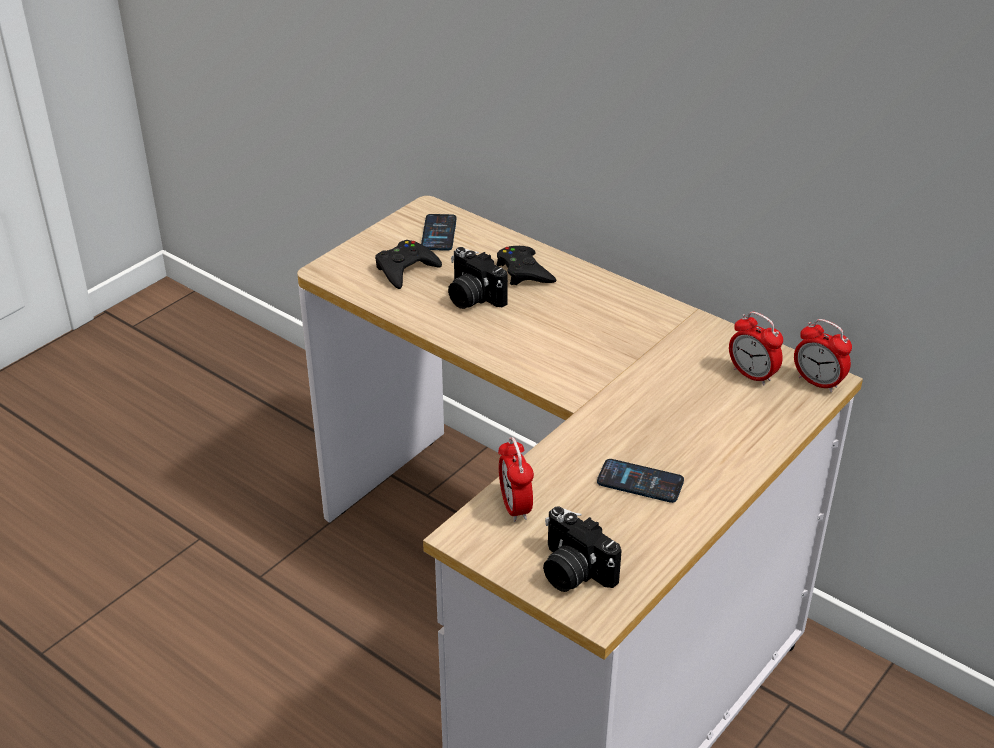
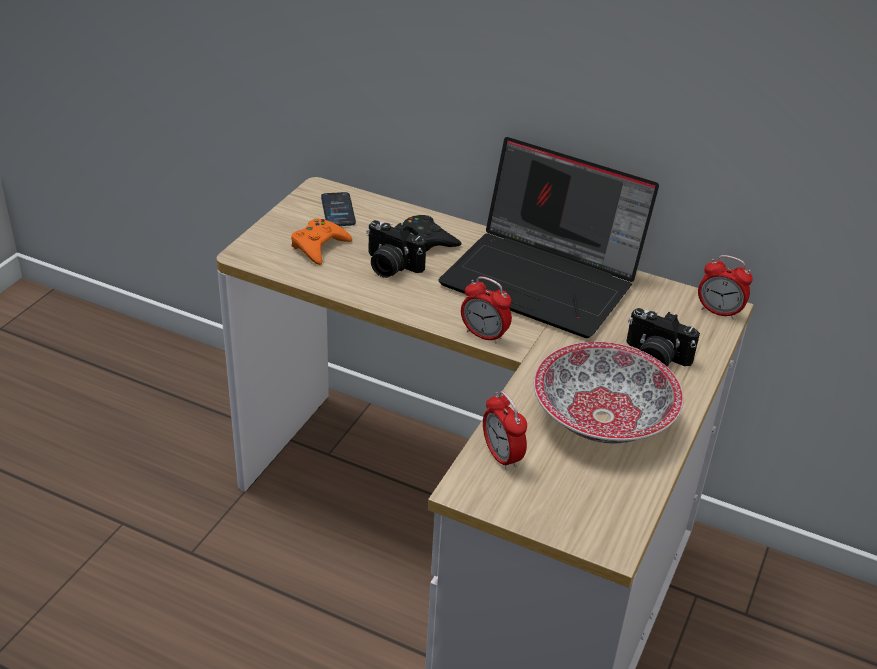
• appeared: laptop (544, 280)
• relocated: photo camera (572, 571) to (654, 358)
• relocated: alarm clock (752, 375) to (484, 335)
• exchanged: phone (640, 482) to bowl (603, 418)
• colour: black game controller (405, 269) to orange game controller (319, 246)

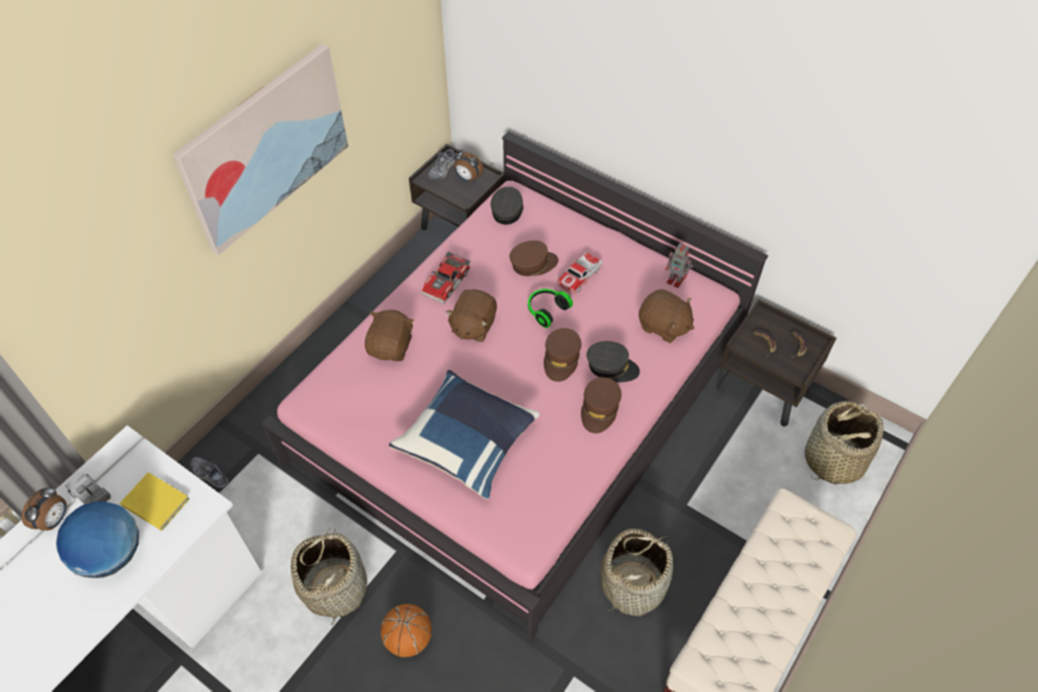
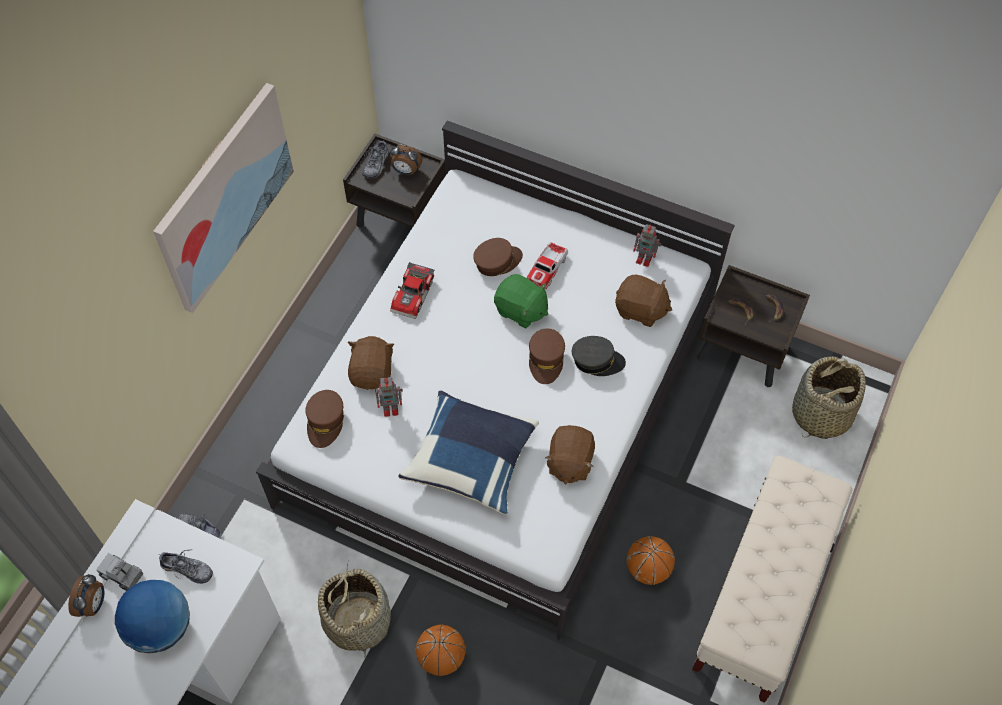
• missing: grey cap (507, 210)
• appeared: toy robot (391, 408)
• relocated: brown plush toy (473, 326) to (569, 462)
• relocated: brown cap (599, 409) to (325, 422)
• exchanged: yellow book (155, 501) to shoe (187, 569)
• exchanged: headphones (546, 310) to green plush toy (521, 310)
• exchanged: basket (633, 584) to basketball (648, 569)
• colour: pink bed (520, 403) to white bed (502, 403)

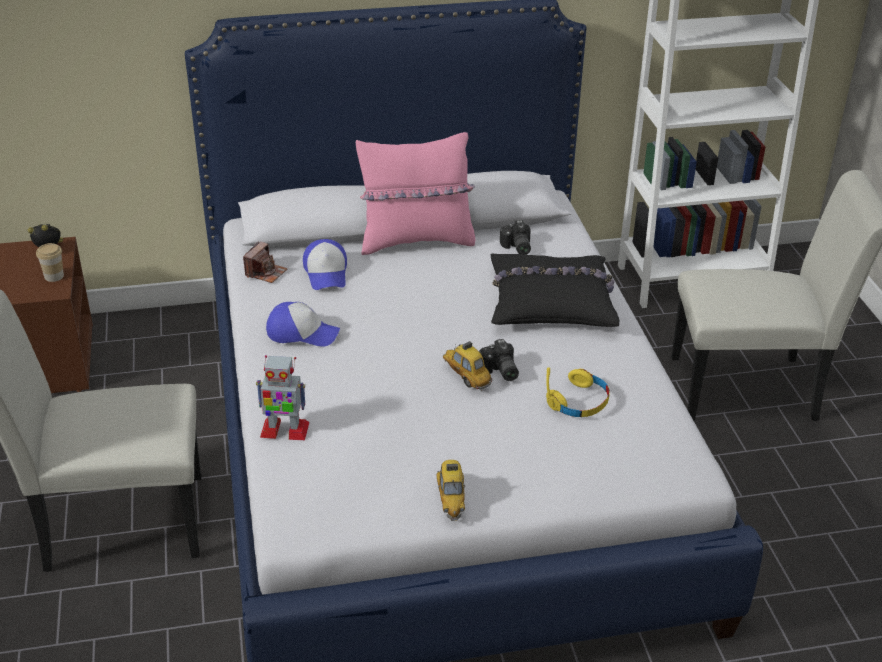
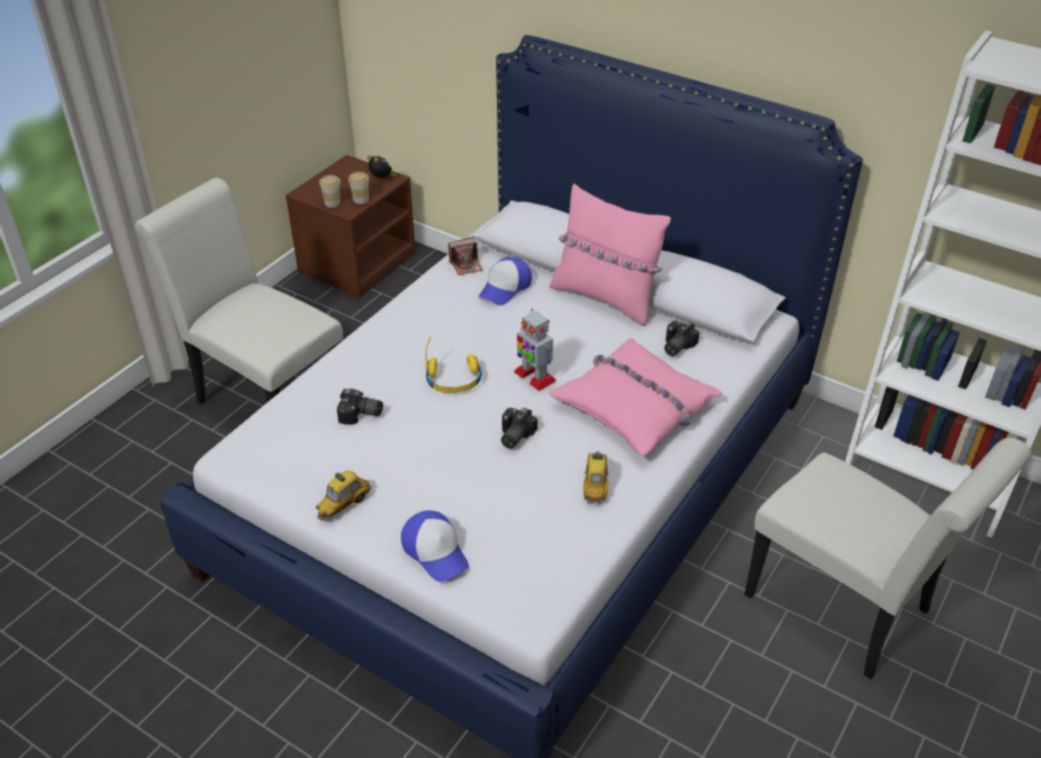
• appeared: cup (332, 203)
• appeared: photo camera (360, 415)
• relocated: toy robot (284, 430) to (534, 376)
• relocated: cap (302, 333) to (435, 551)
• relocated: toy car (466, 376) to (595, 483)
• relocated: yellow headphones (579, 402) to (454, 380)
• colour: black pillow (551, 302) to pink pillow (635, 406)

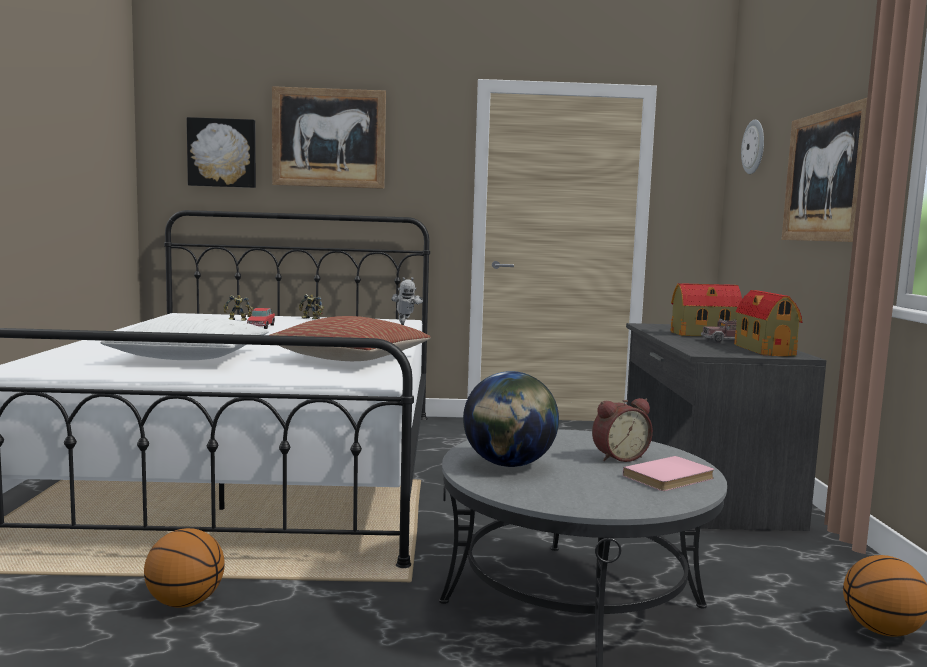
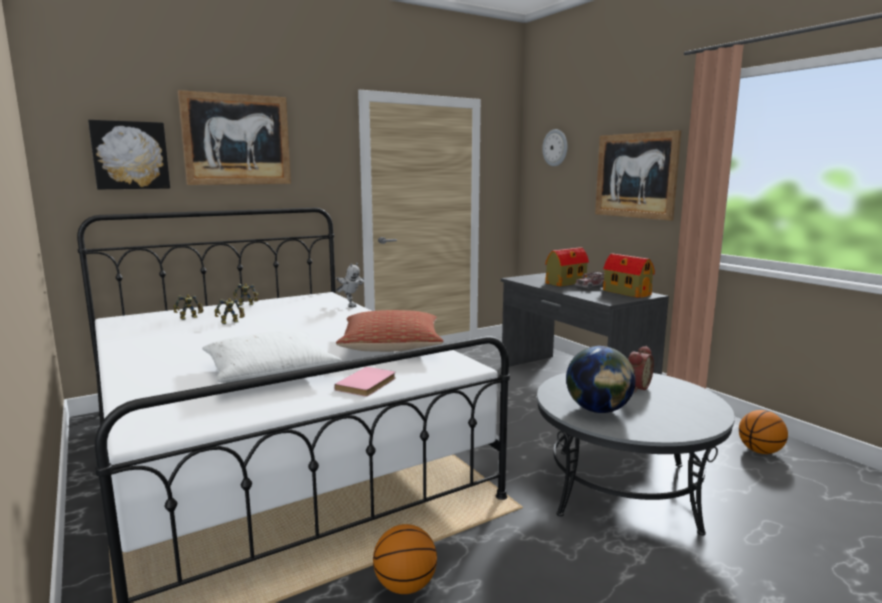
• relocated: pink book (671, 478) to (368, 384)
• exchanged: toy car (261, 327) to toy robot (230, 322)

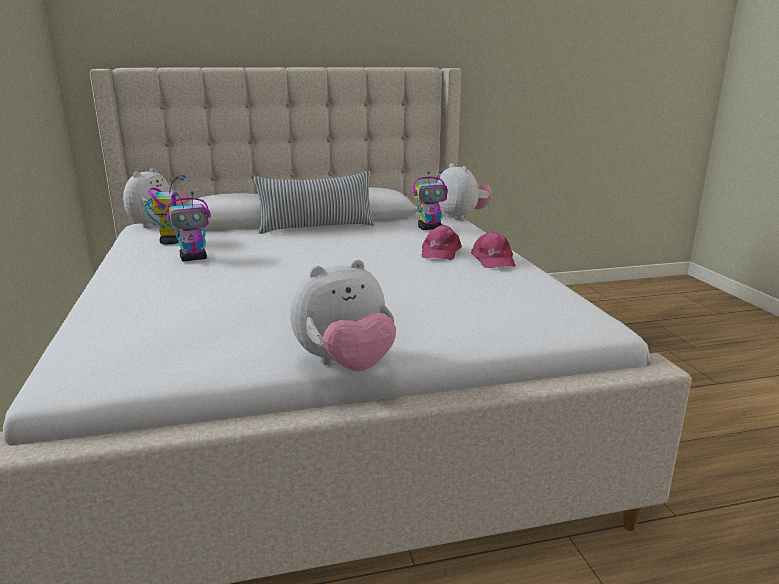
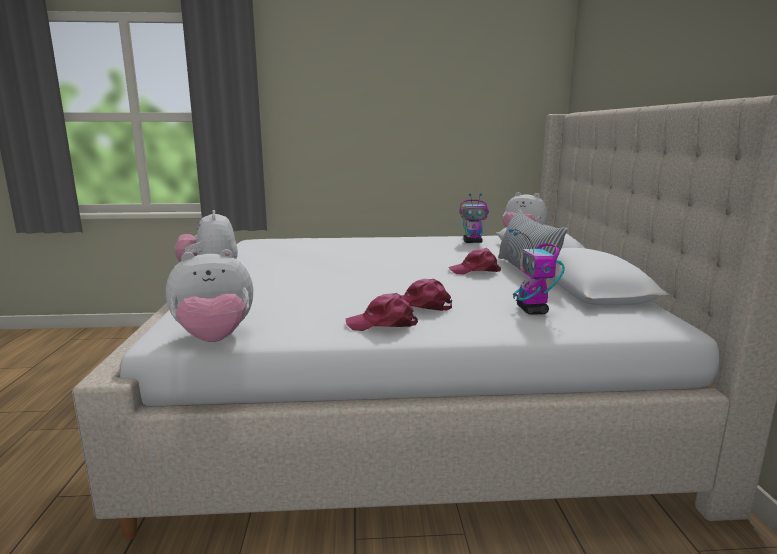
• missing: toy robot (194, 258)
• appeared: pink cap (475, 270)
• relocated: plush toy (462, 217) to (214, 339)

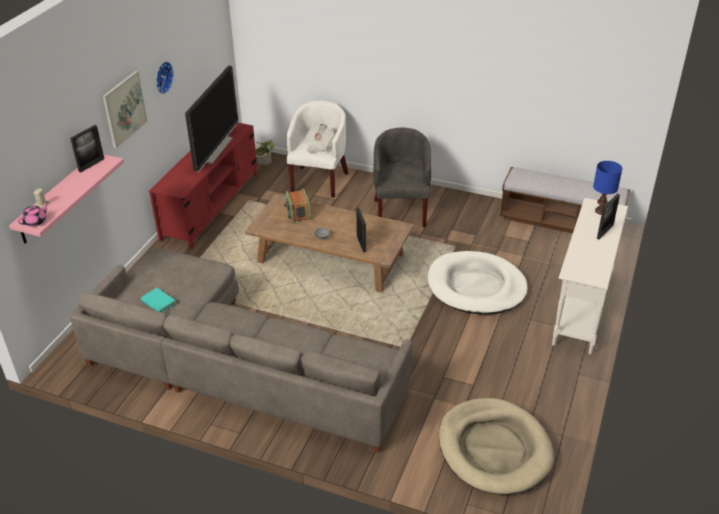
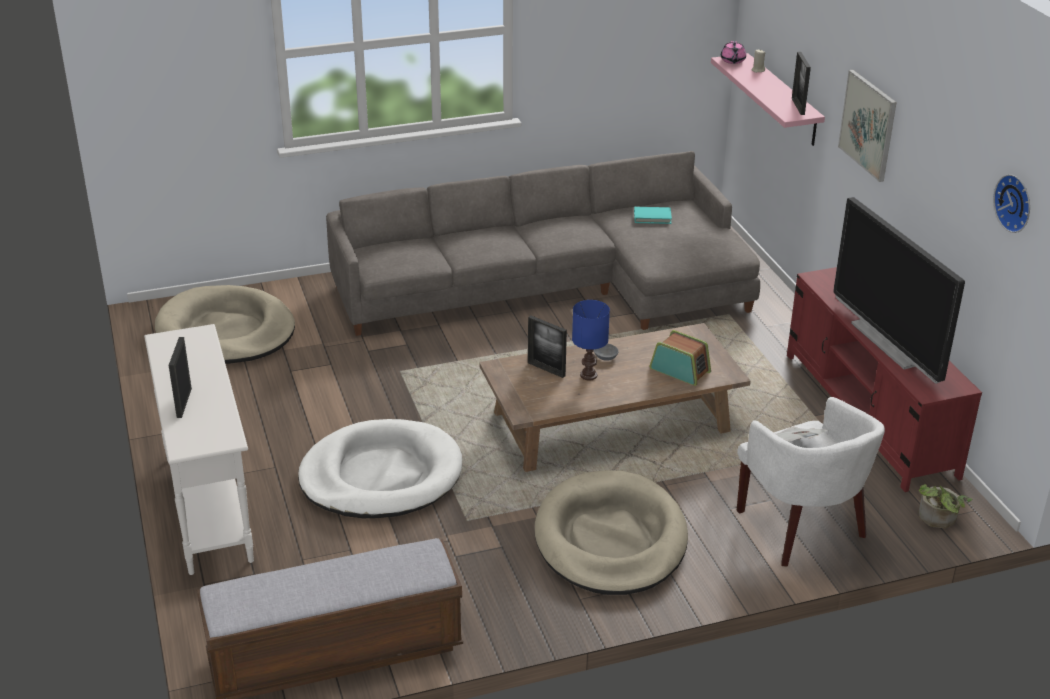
• relocated: wall clock (162, 77) to (1016, 203)
• relocated: blue table lamp (600, 211) to (588, 376)
• exchanged: grey armchair (401, 211) to beige dog bed (610, 539)

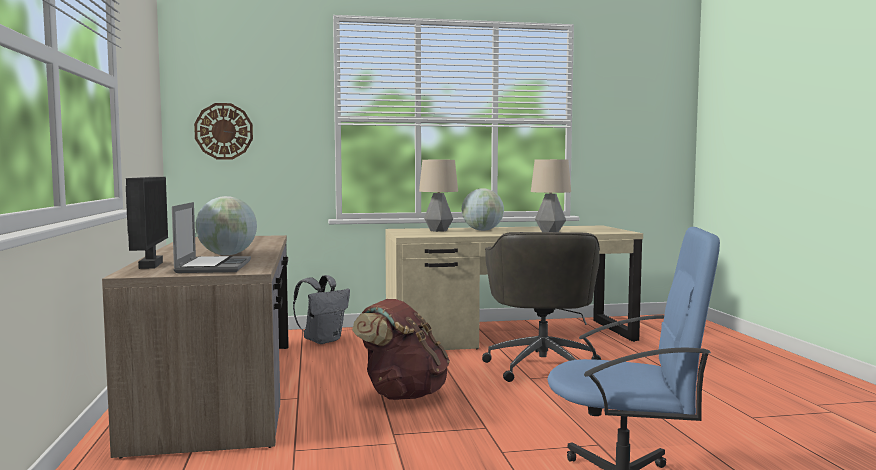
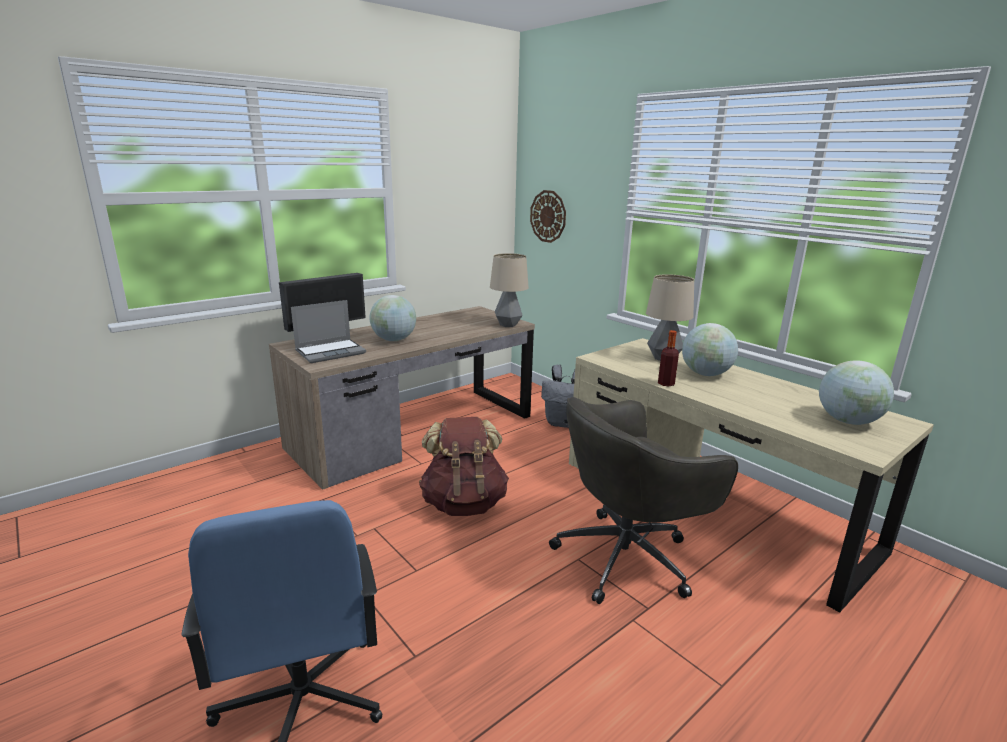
• appeared: bottle (666, 383)
• appeared: globe (847, 421)
• relocated: table lamp (550, 232) to (508, 325)

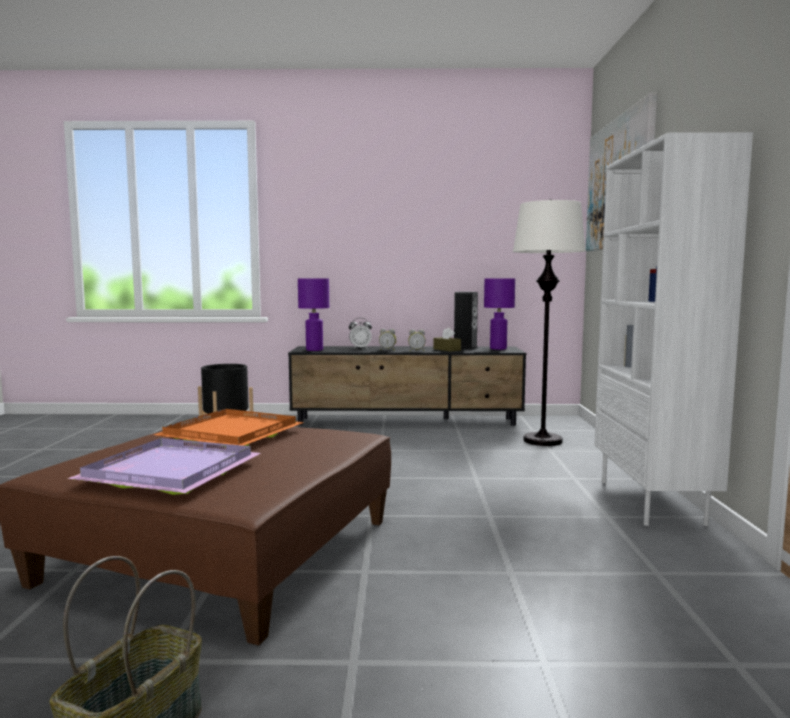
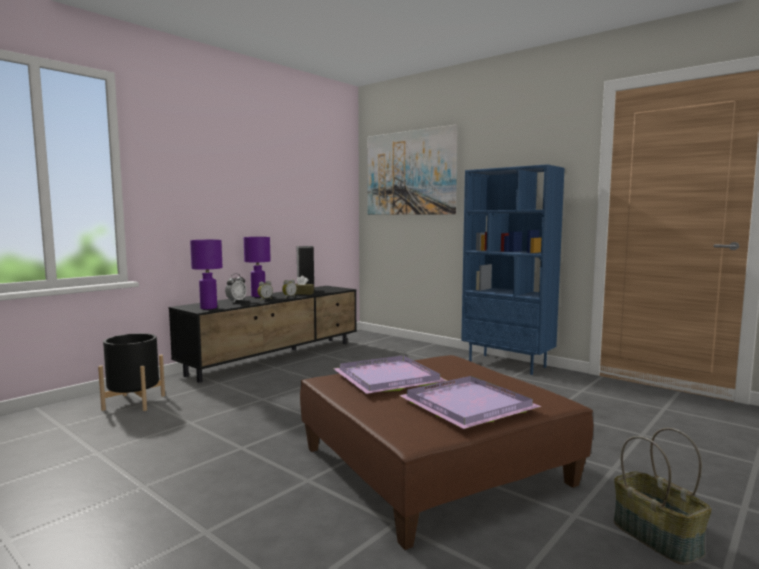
• missing: white floor lamp (543, 440)
• relocated: purple table lamp (498, 349) to (258, 296)
• colour: orange tray (232, 434) to purple tray (390, 378)
• colour: white bookcase (652, 502) to blue bookcase (508, 364)

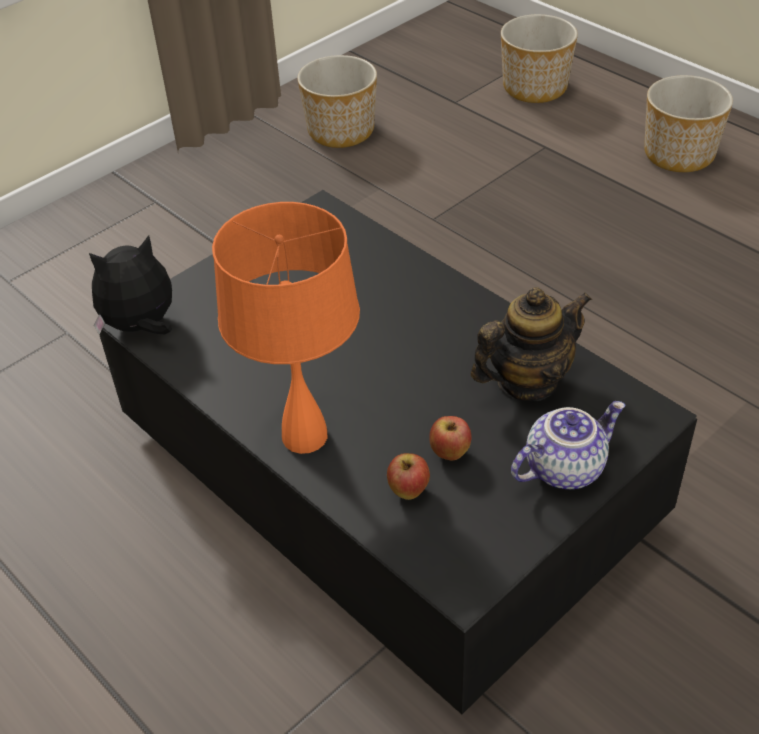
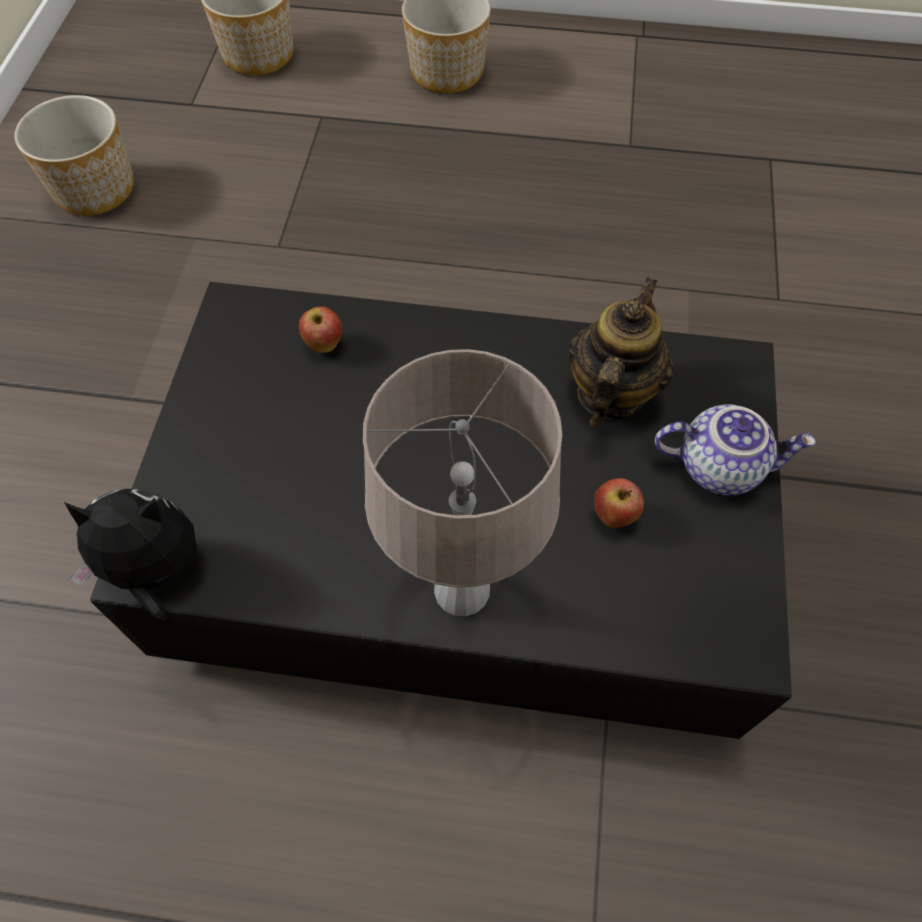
• relocated: apple (408, 491) to (324, 345)
• colour: orange table lamp (303, 436) to beige table lamp (461, 591)
• spun: plush toy (141, 327) = (155, 571) 60 degrees clockwise
• spun: teapot (563, 467) = (720, 465) 75 degrees clockwise

